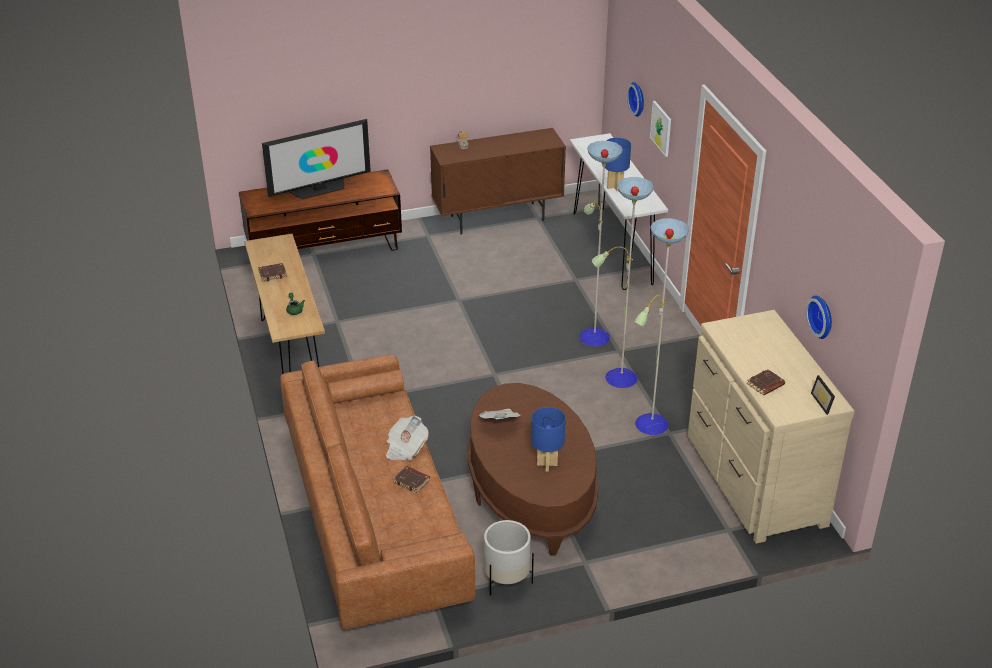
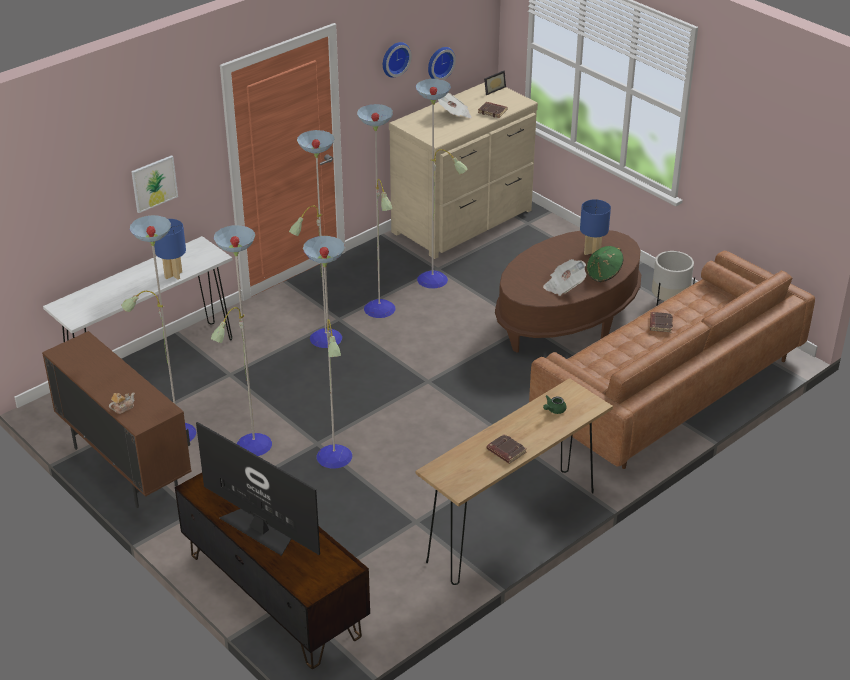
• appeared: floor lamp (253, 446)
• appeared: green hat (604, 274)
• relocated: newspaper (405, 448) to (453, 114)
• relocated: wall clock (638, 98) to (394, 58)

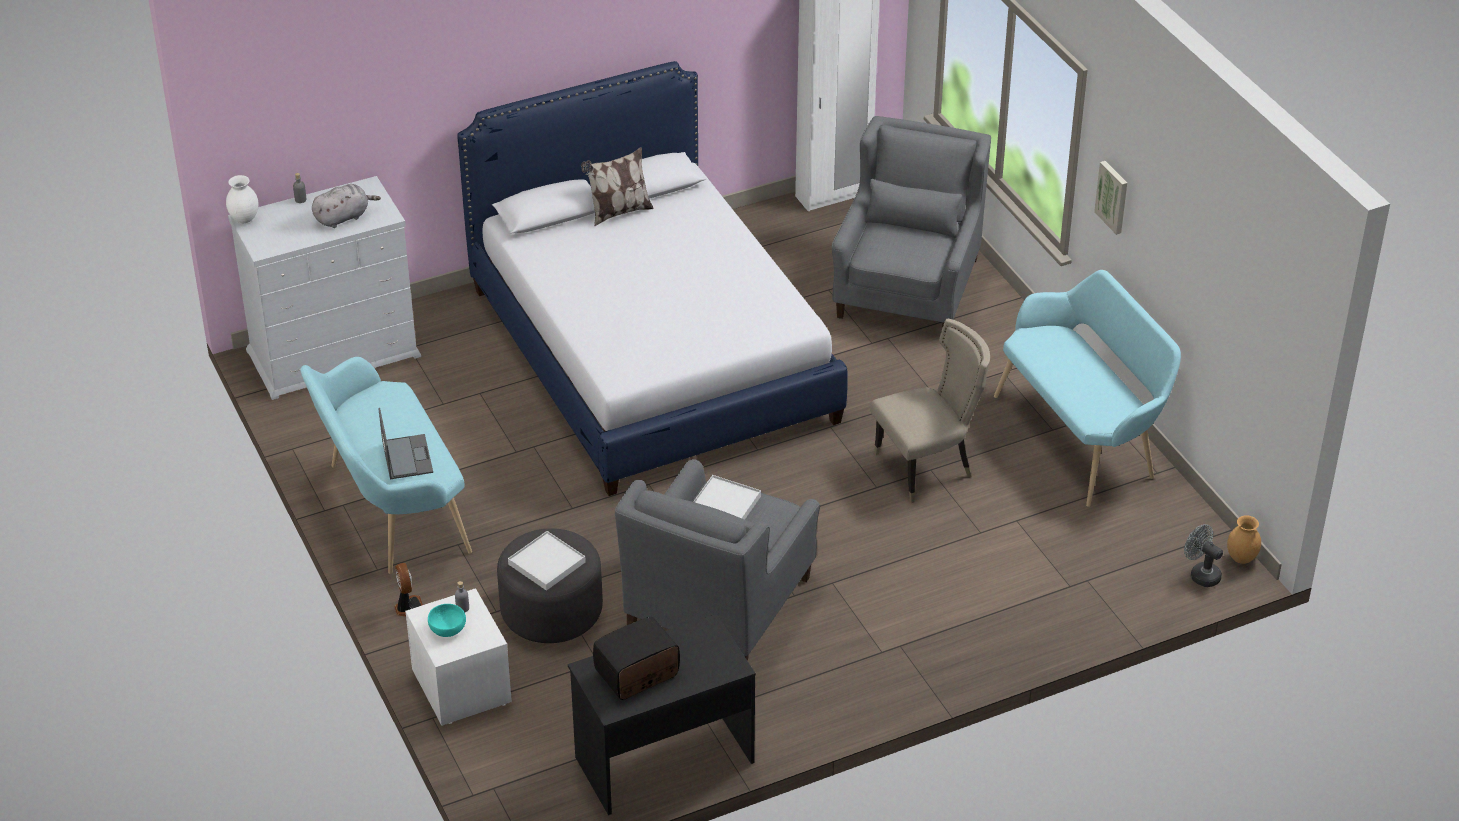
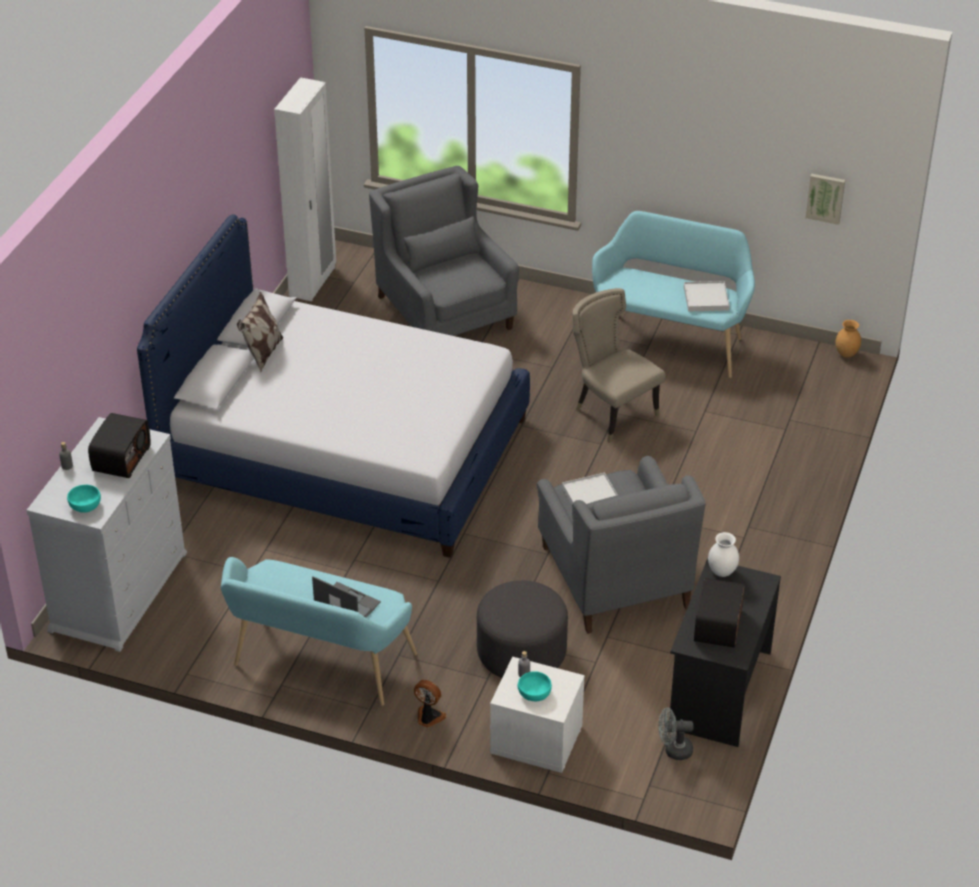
• appeared: turquoise bowl (85, 506)
• relocated: white vase (245, 219) to (722, 572)
• relocated: white tray (546, 563) to (706, 298)
• relocated: picture (1113, 196) to (825, 197)
• relocated: grey fan (1201, 574) to (673, 750)
• exchanged: grey plush toy (344, 217) to radio (120, 458)
• spun: beige chair (928, 467) = (612, 412) 60 degrees counterclockwise

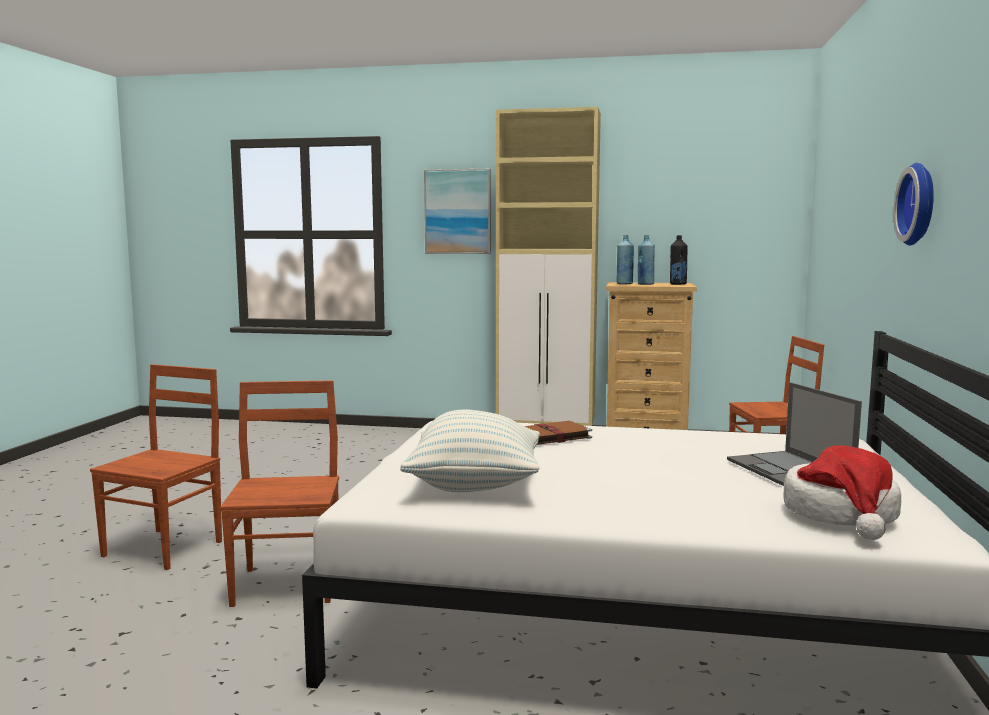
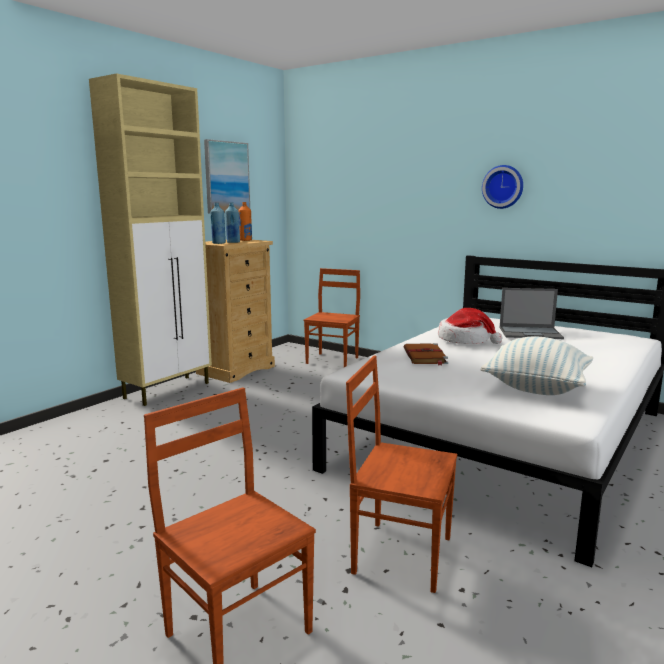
• relocated: picture (458, 211) to (226, 177)
• relocated: hat (842, 514) to (465, 340)
• colour: black bottle (677, 284) to orange bottle (245, 240)

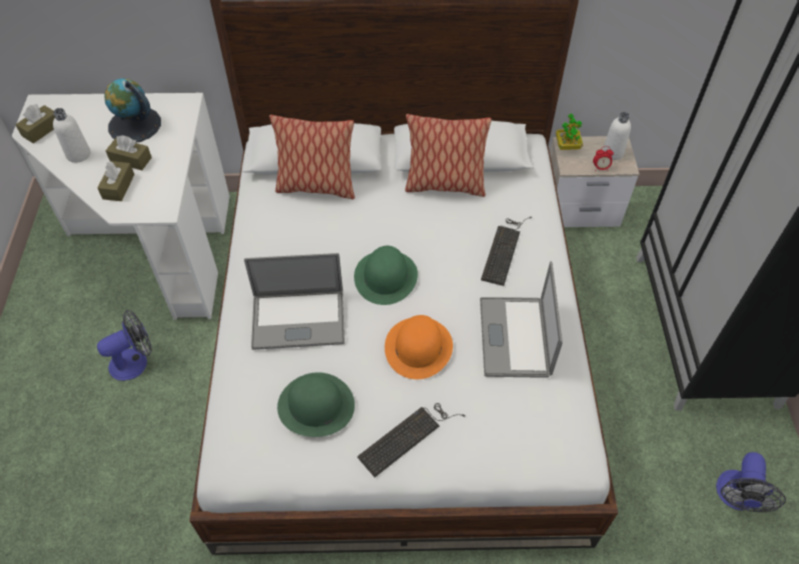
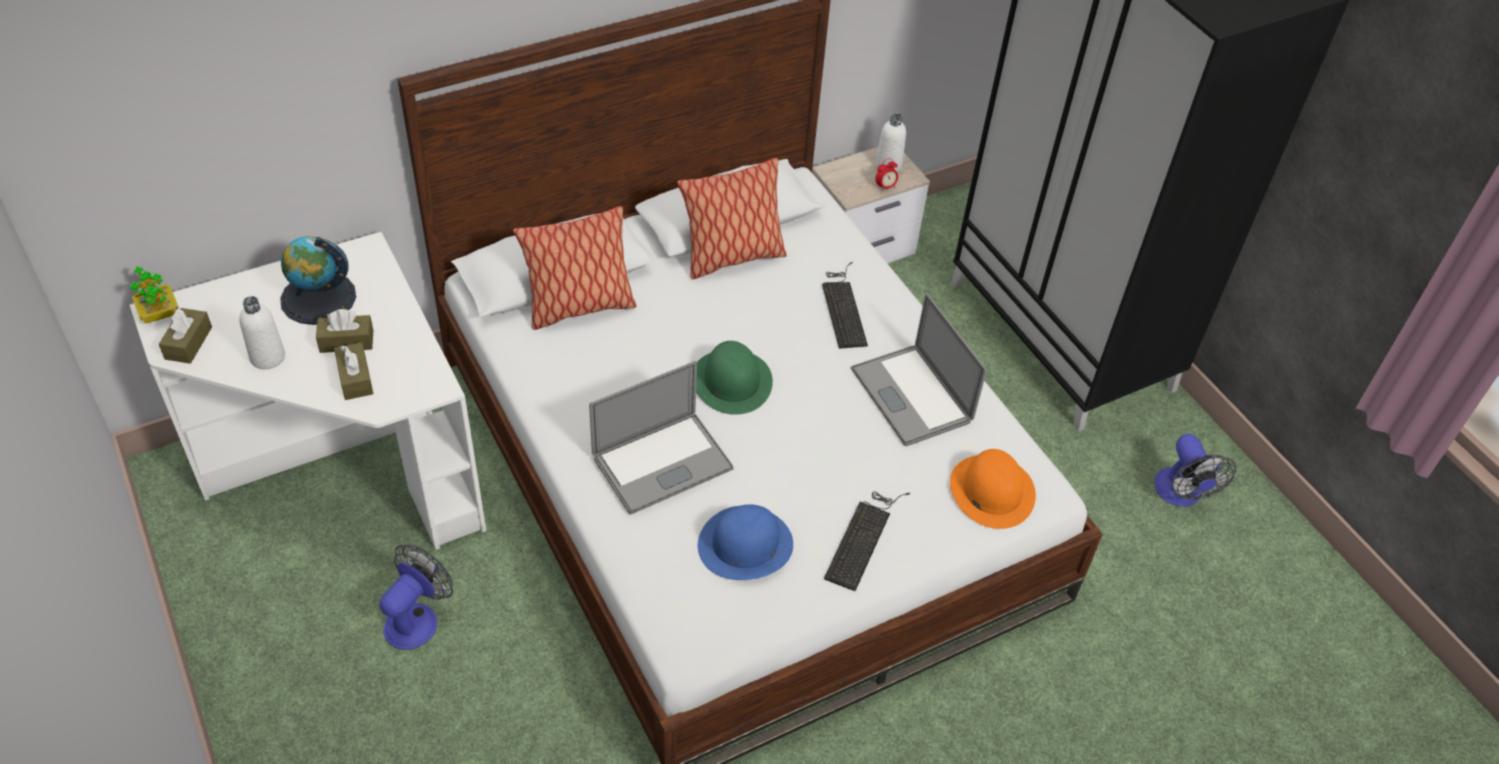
• relocated: orange hat (418, 347) to (991, 490)
• relocated: potted plant (567, 146) to (159, 314)
• colour: green hat (315, 405) to blue hat (745, 544)

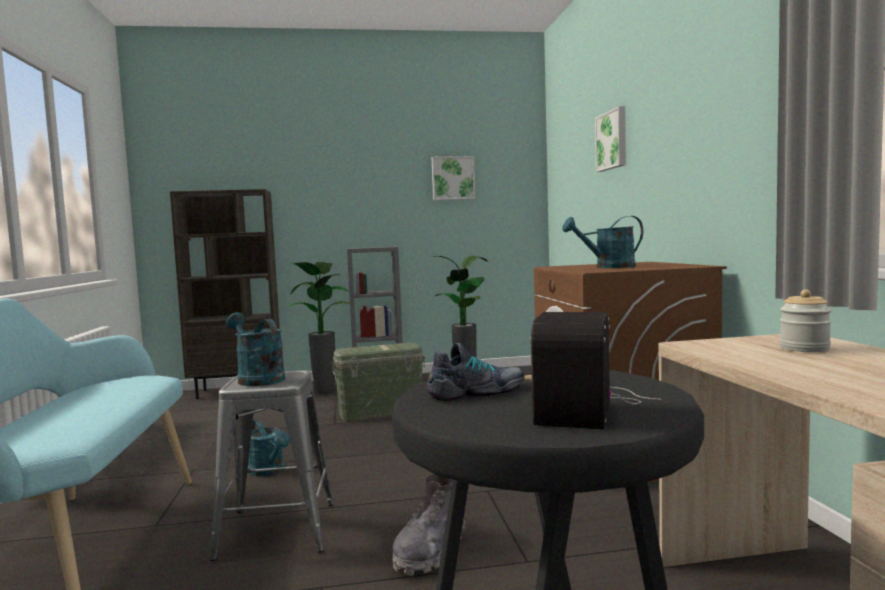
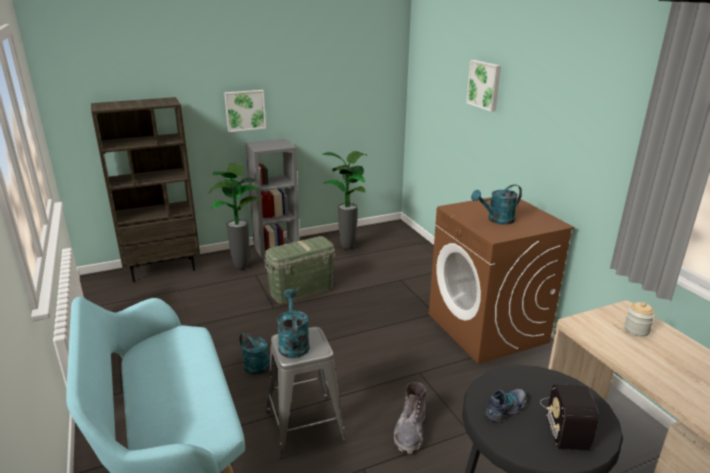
• relocated: picture (453, 178) to (245, 110)
• spun: turquoise watering can (257, 378) = (293, 343) 45 degrees clockwise

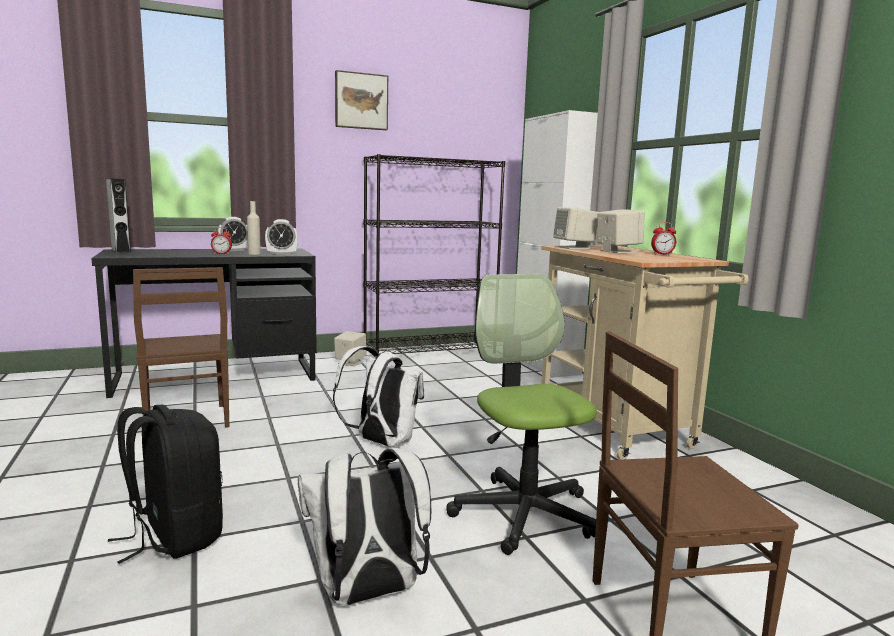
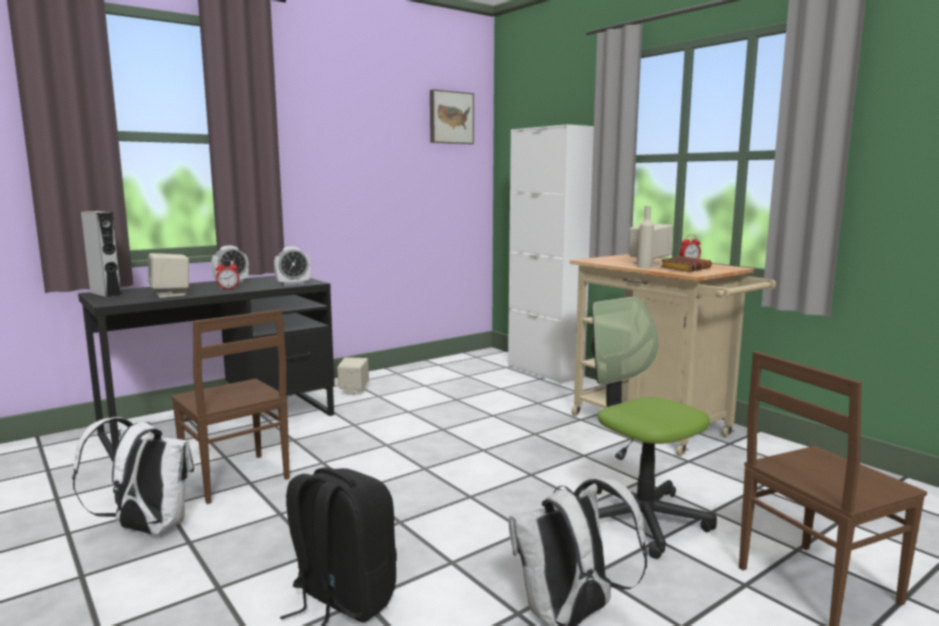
• missing: black bookcase (430, 351)
• appeared: brown book (684, 269)
• relocated: beige bottle (254, 254) to (644, 267)
• relocated: white backpack (381, 442) to (146, 529)
• relocated: picture (361, 101) to (450, 117)
• relocated: beige speaker (574, 248) to (171, 294)

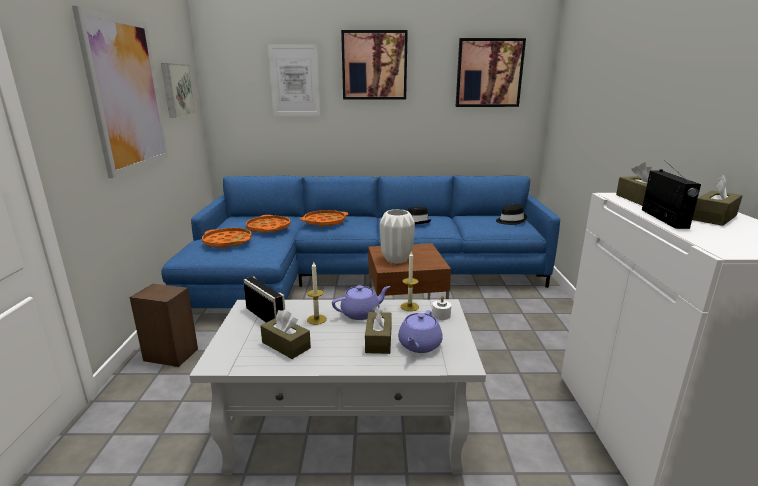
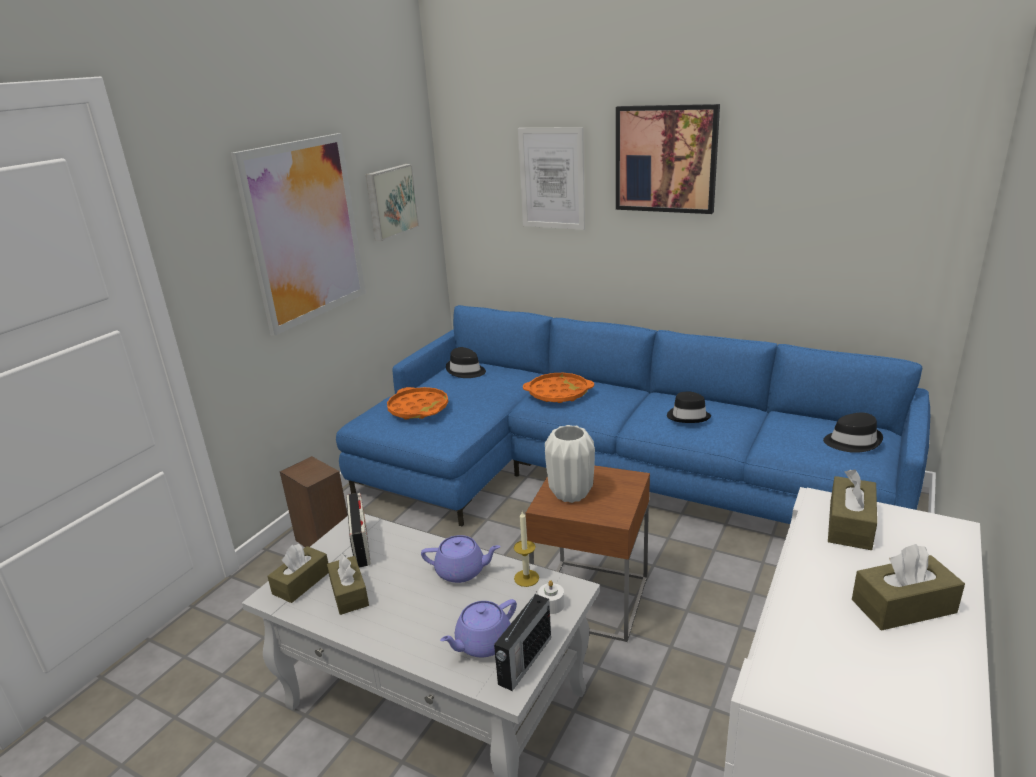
• missing: orange tray (268, 228)
• missing: candle (316, 319)
• missing: picture (489, 73)
• appeared: black hat (466, 371)
• relocated: brown tissue box (378, 340) to (301, 582)
• relocated: radio (664, 219) to (524, 661)

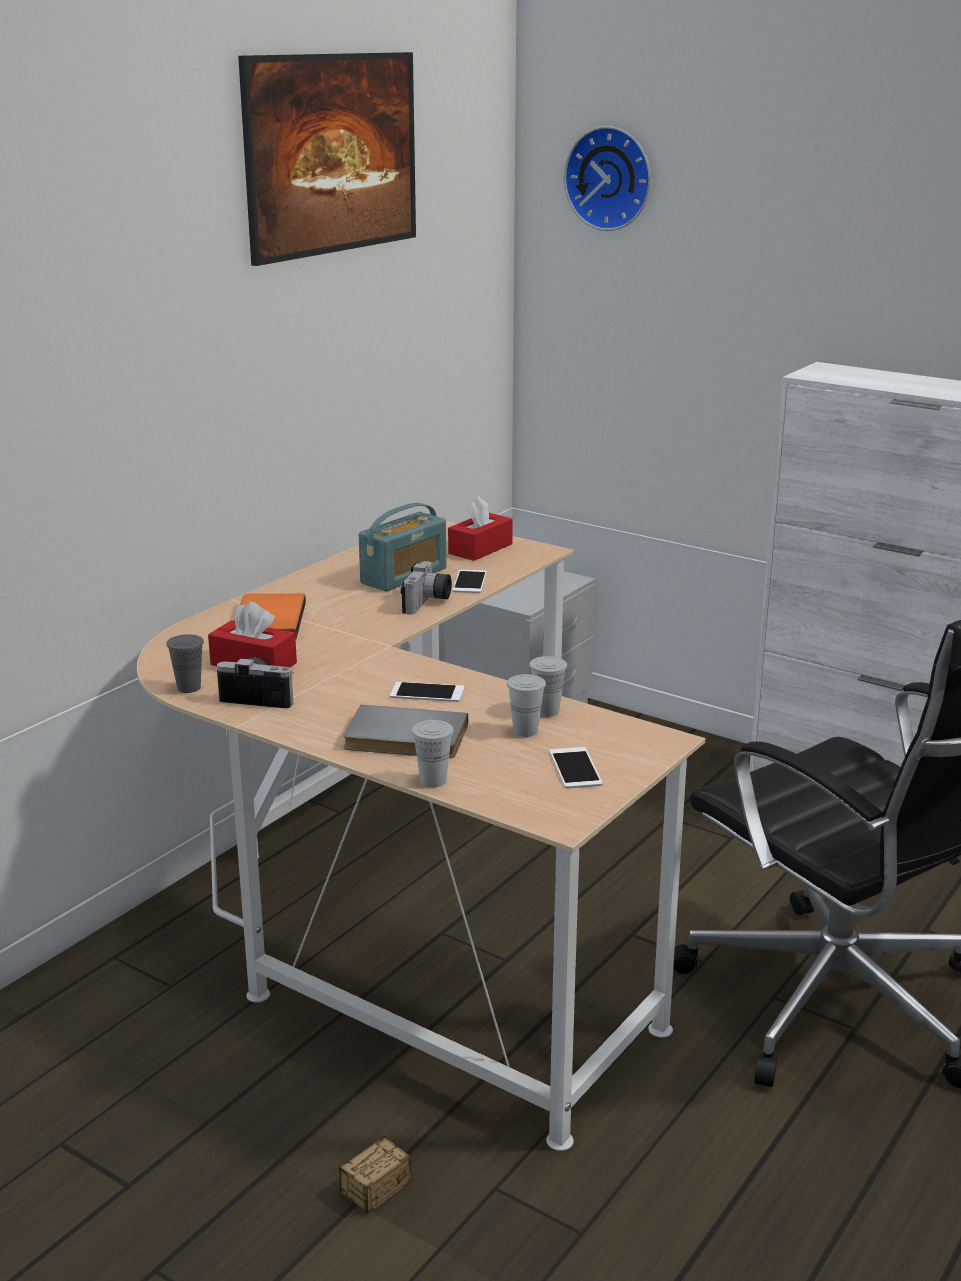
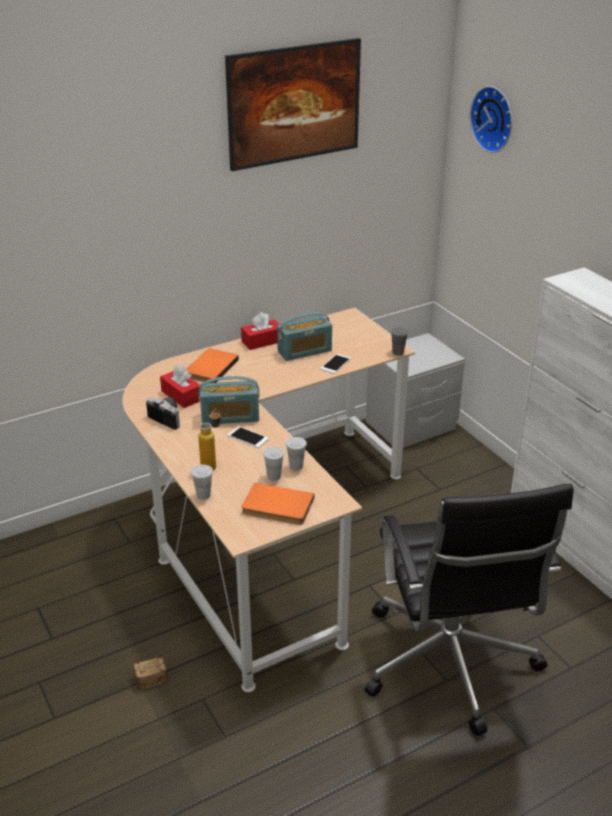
• missing: photo camera (428, 603)
• appeared: radio (230, 417)
• relocated: grey cup (189, 688) to (398, 352)
• relocated: red tissue box (480, 549) to (262, 341)
• exchanged: grey book (405, 738) to bottle (212, 464)
• exchanged: phone (575, 768) to orange book (277, 507)

